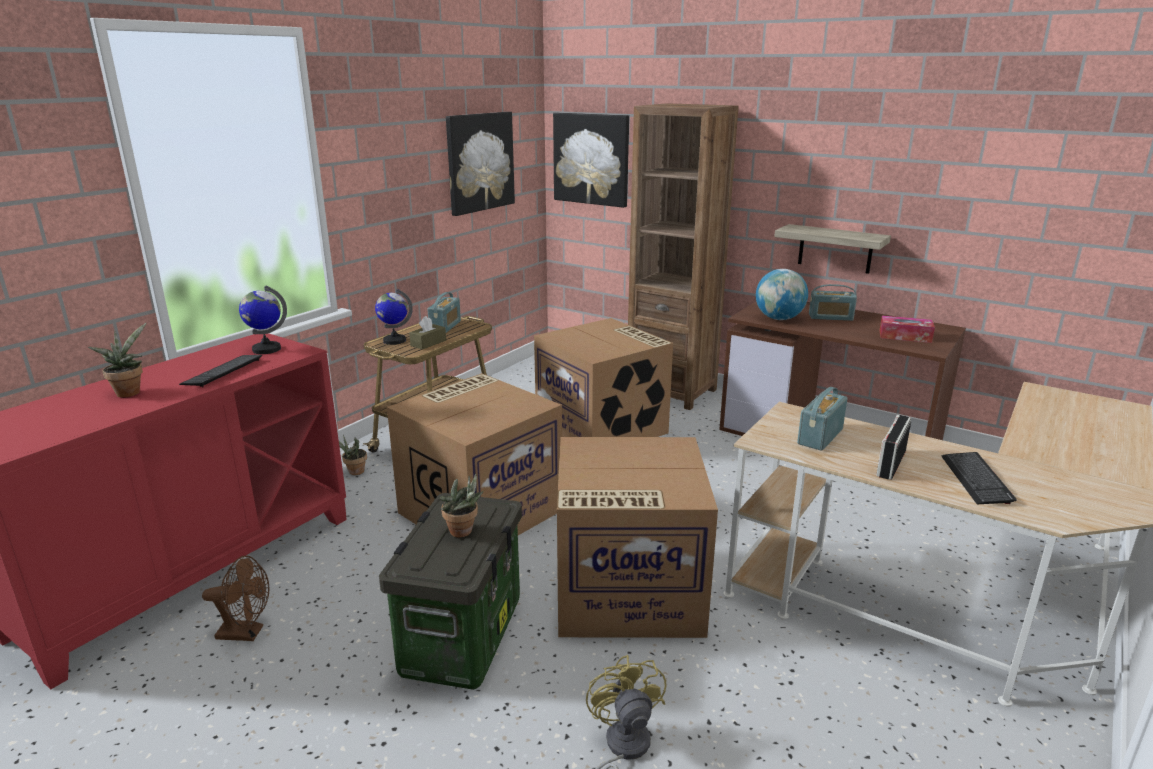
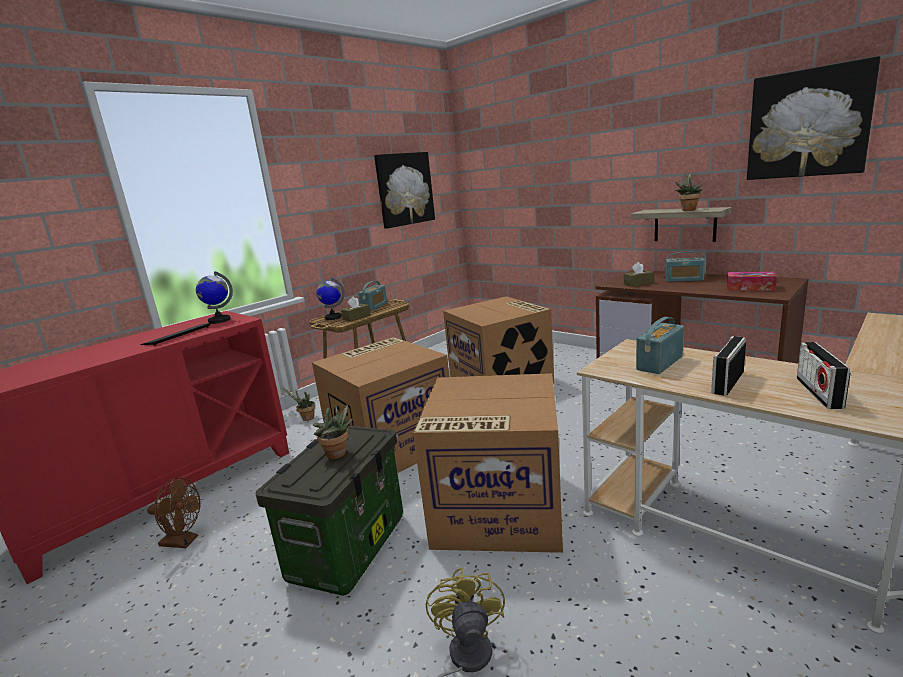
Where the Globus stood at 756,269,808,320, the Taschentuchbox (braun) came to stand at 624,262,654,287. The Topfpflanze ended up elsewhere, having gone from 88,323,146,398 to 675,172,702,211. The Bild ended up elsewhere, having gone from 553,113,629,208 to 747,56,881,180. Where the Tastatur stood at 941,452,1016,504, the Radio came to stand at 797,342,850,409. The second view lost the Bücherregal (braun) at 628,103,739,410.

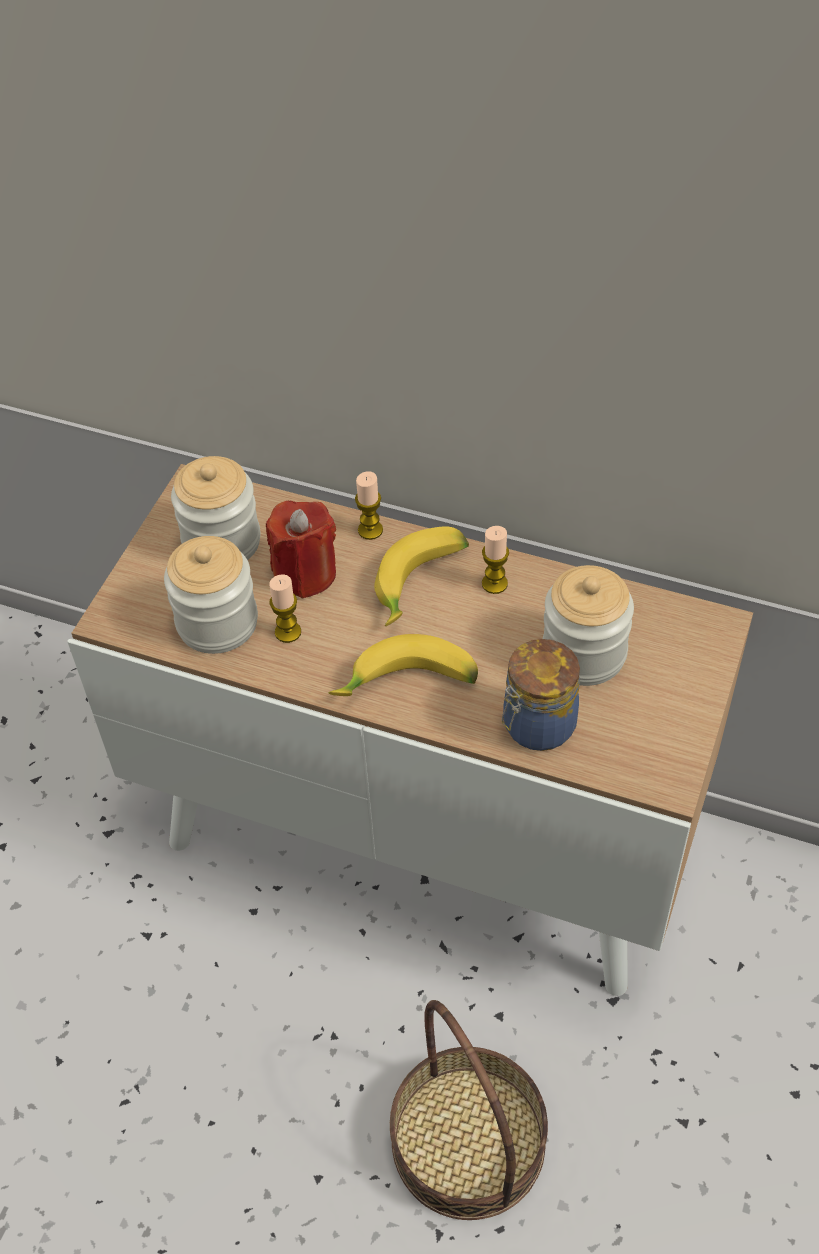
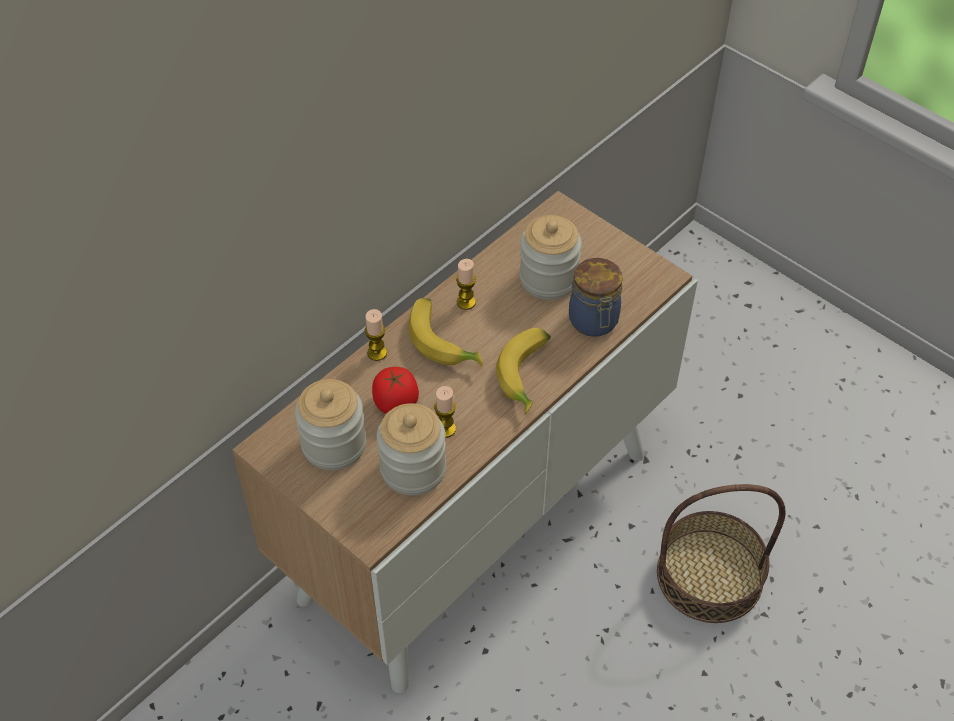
Where the Kerze (rot) stood at 266,501,336,599, the Tomate came to stand at 372,367,419,414.

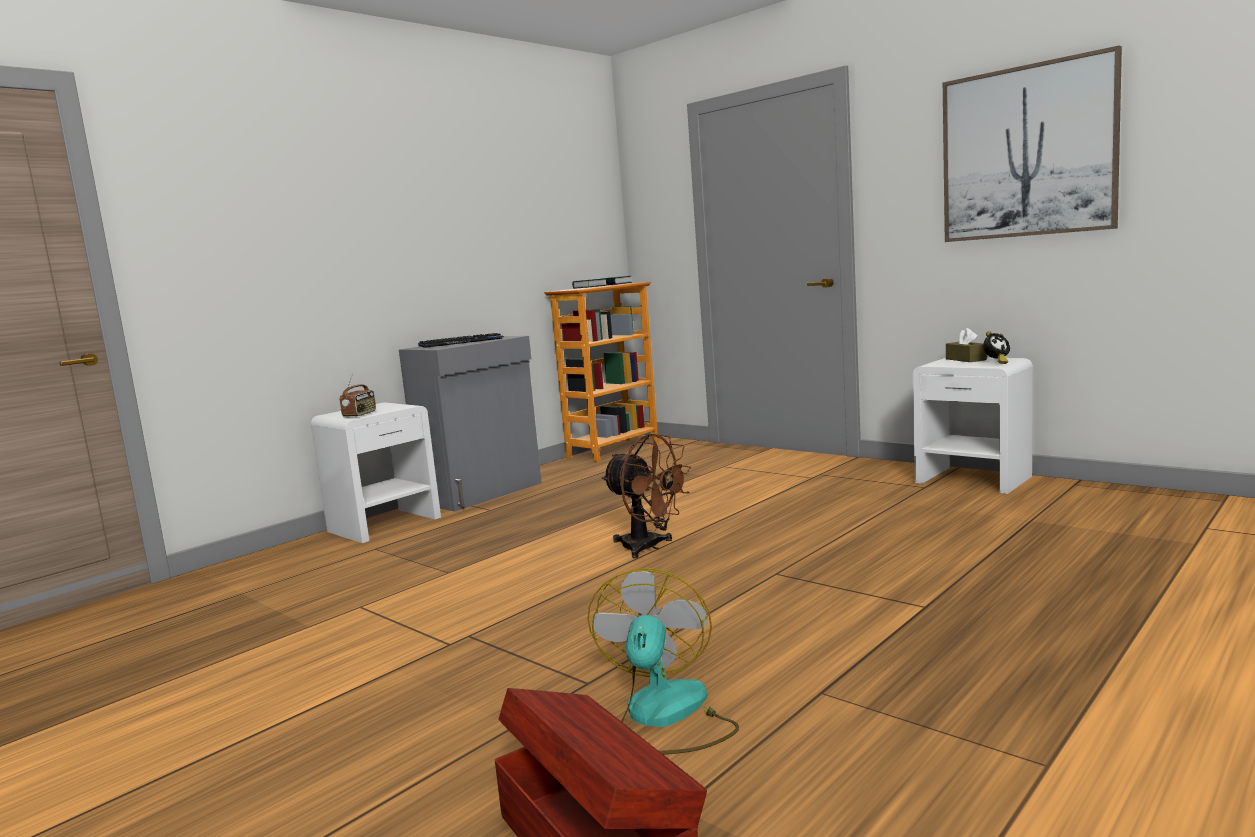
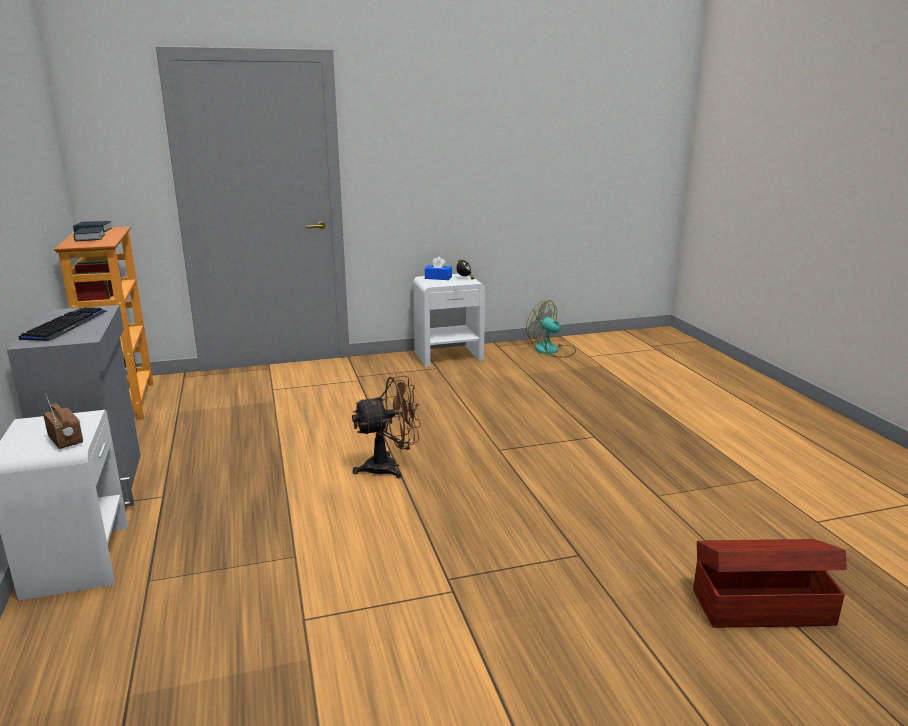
What was the Taschentuchbox (braun) at 946,328,987,362 turned into the Taschentuchbox (blau) at 425,257,452,280. The Ventilator ended up elsewhere, having gone from 587,568,739,754 to 526,300,576,358. The second view lost the Bild at 943,45,1122,242.

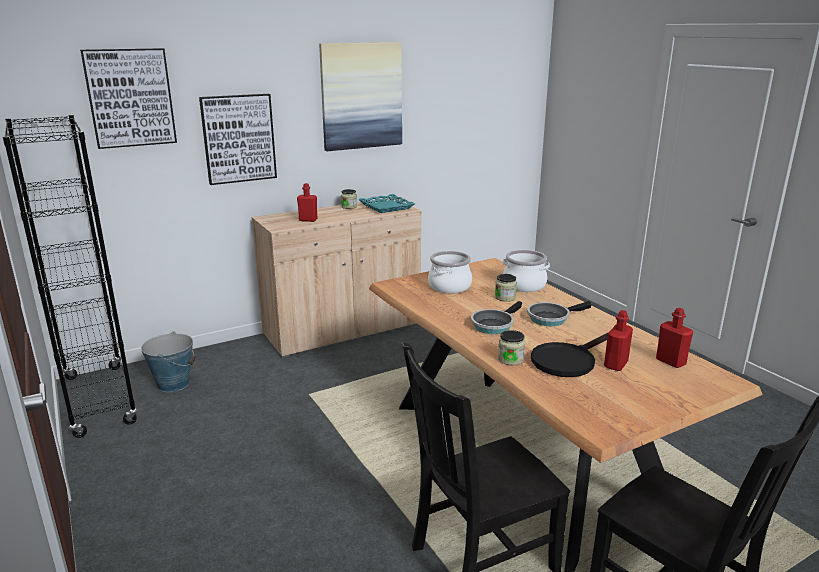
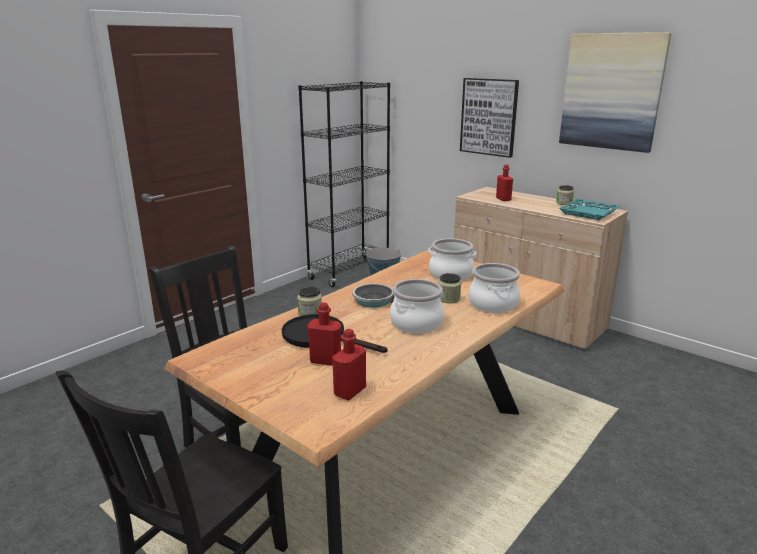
Where the Pfanne stood at 527,301,592,326, the Kochtopf came to stand at 390,279,444,334. The second view lost the Bild at 80,48,177,149.

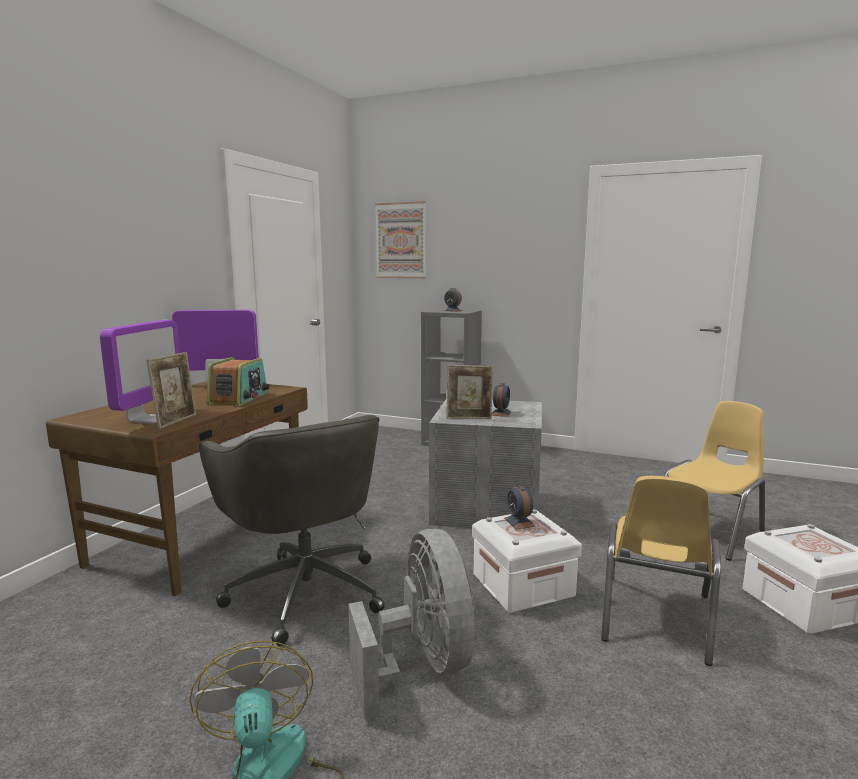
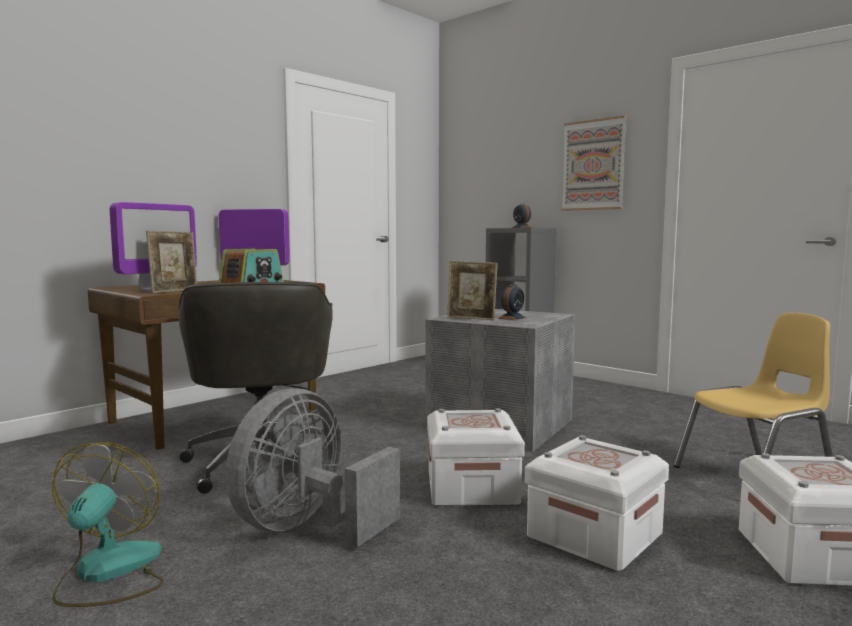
The Ventilator (grau) at 348,529,475,719 ended up facing another way, 150 degrees counterclockwise from before. Where the Stuhl (gelb) stood at 601,476,721,666, the Aufbewahrungsbox (weiß) came to stand at 525,435,669,571. The Bild ended up elsewhere, having gone from 375,201,426,278 to 562,115,626,211. The second view lost the Wecker at 504,485,536,530.

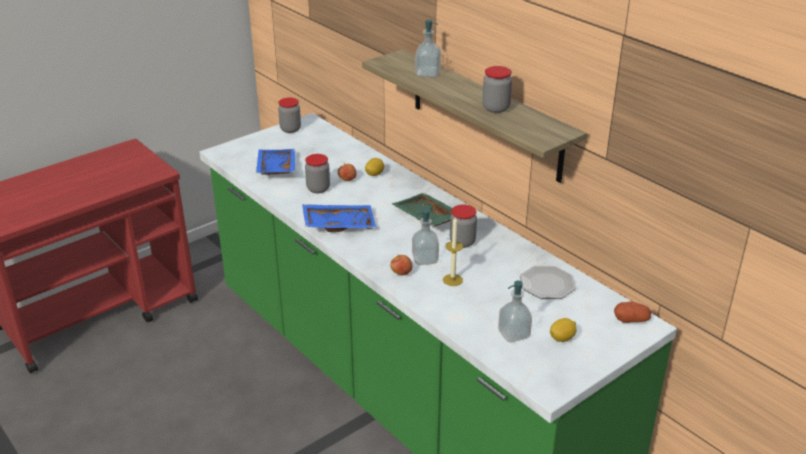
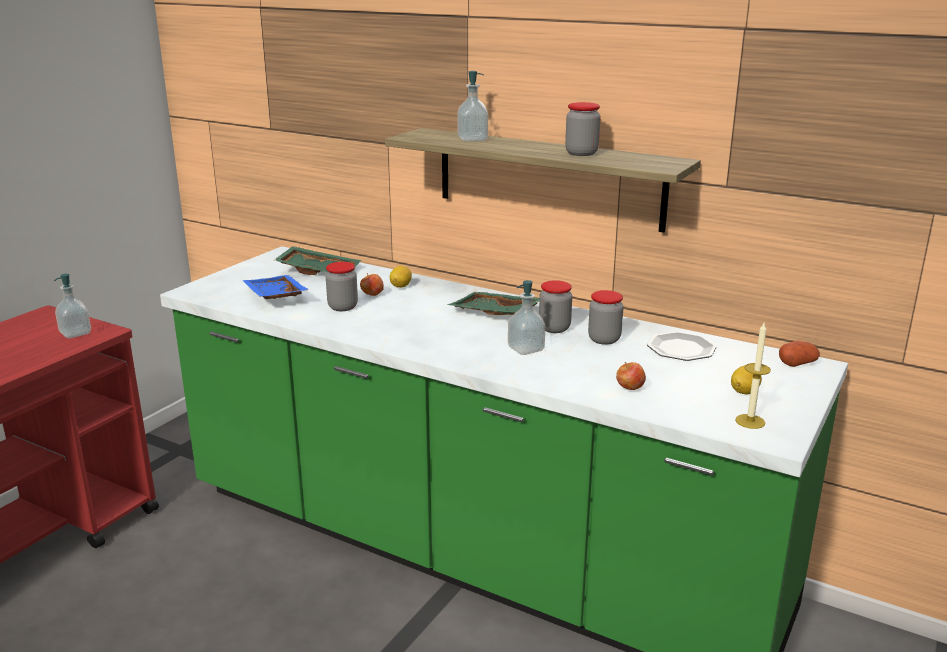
The Seifenspender ended up elsewhere, having gone from 498,281,532,343 to 54,274,91,338. The second view gained the Tablett (grün) at 274,246,361,275. The Vorratsglas ended up elsewhere, having gone from 278,98,301,133 to 588,290,623,345. The Apfel ended up elsewhere, having gone from 390,254,412,275 to 616,362,646,390. The Kerze ended up elsewhere, having gone from 443,217,463,286 to 735,323,771,429. The second view lost the Tablett (blau) at 302,204,376,232.

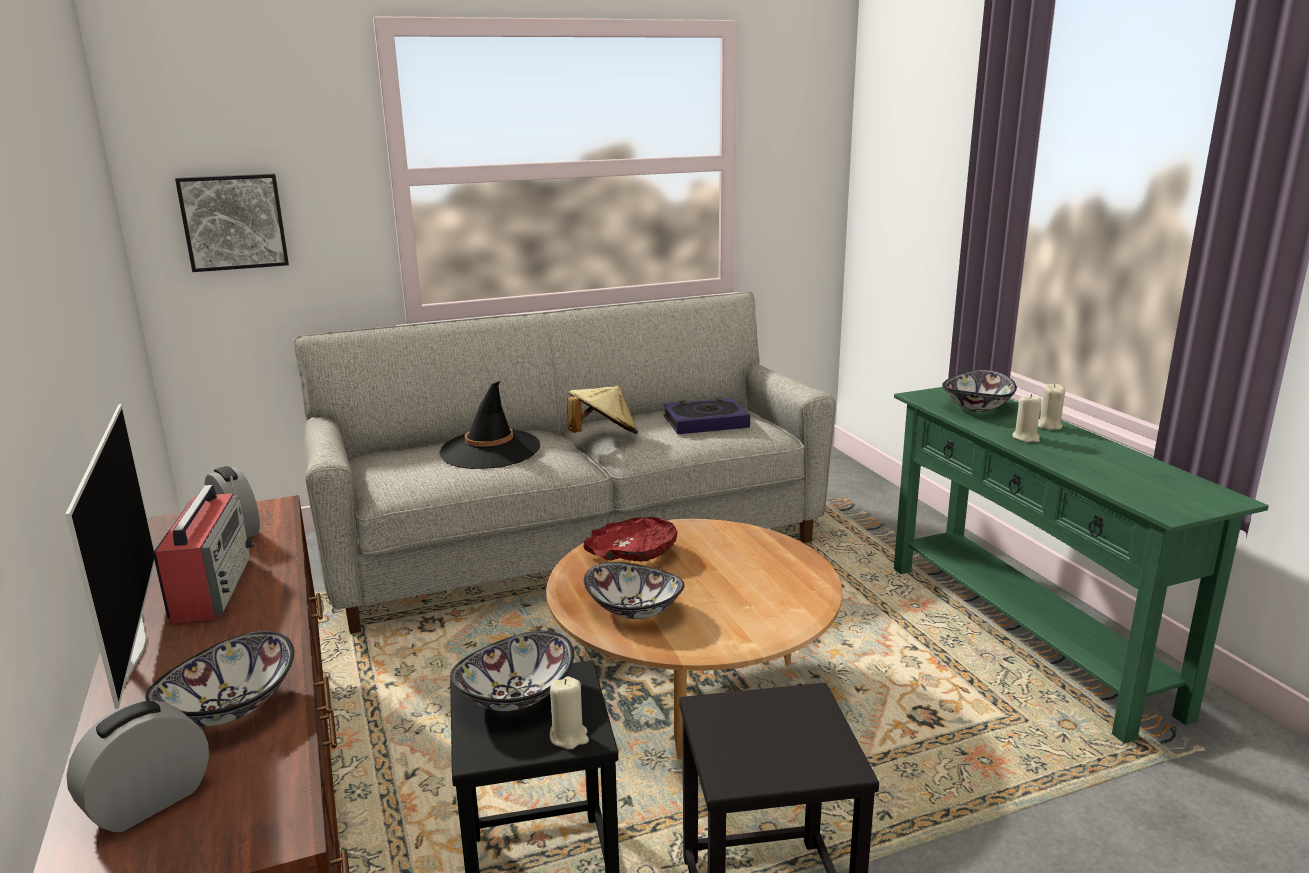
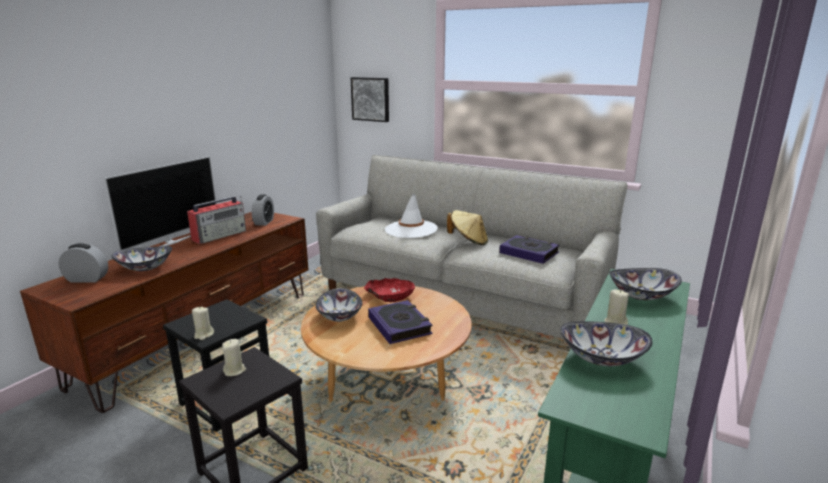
The Kerze (beige) ended up elsewhere, having gone from 1038,384,1065,430 to 222,339,246,376. The second view gained the Buch at 368,300,433,344. What was the Hut (schwarz) at 439,381,540,469 turned into the Hut (weiß) at 385,194,438,238. The Schüssel ended up elsewhere, having gone from 450,631,574,711 to 560,321,653,366.

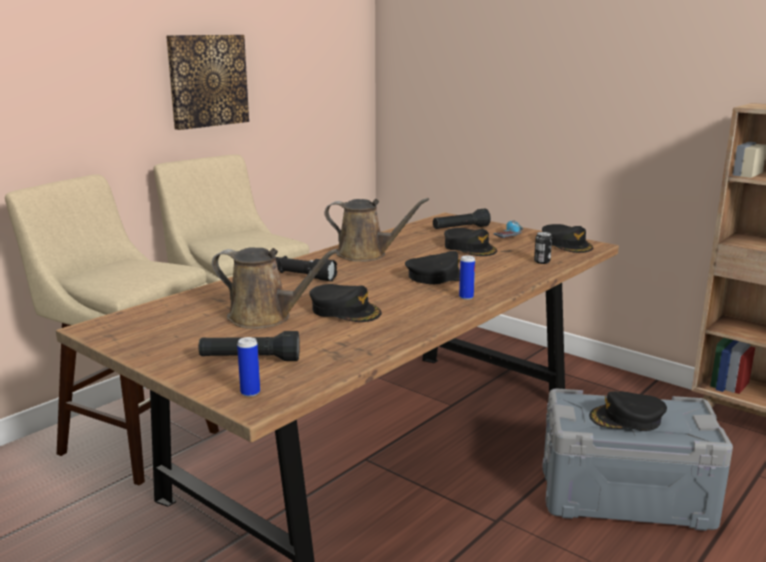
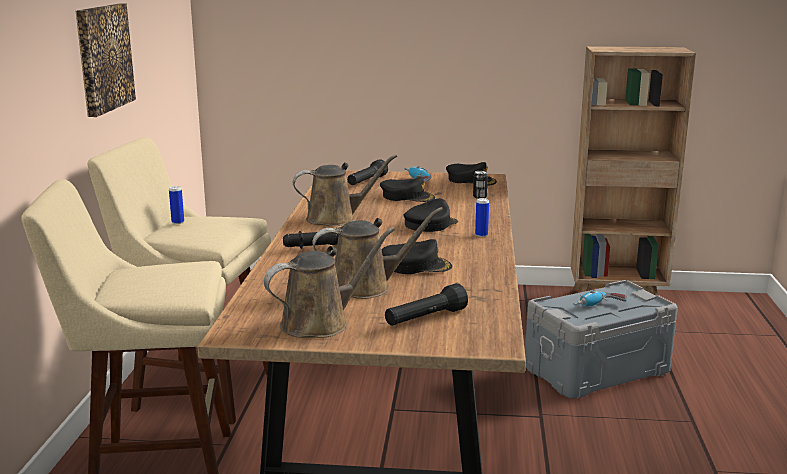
The Dose ended up elsewhere, having gone from 237,337,260,397 to 169,186,184,224. The second view gained the Gießkanne (braun) at 264,227,395,338. Where the Kappe (schwarz) stood at 589,391,667,431, the Bohrmaschine came to stand at 573,290,627,306.

